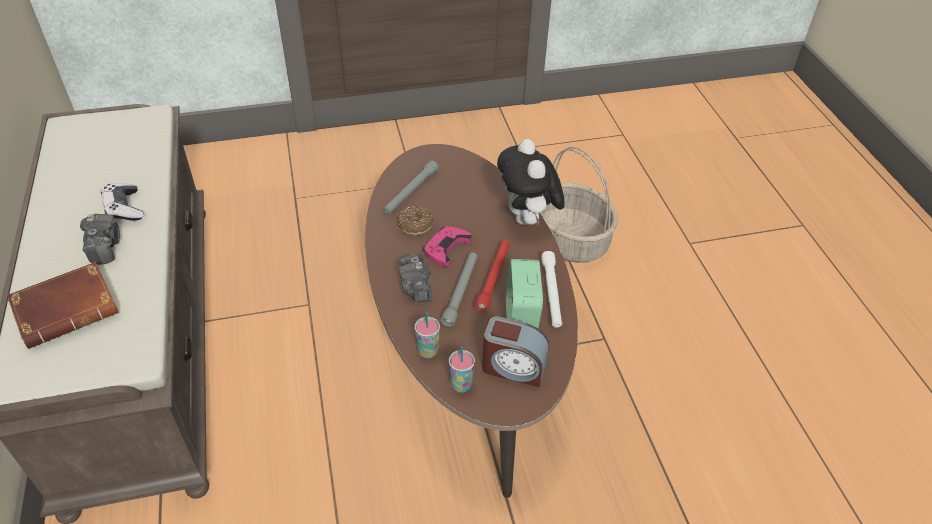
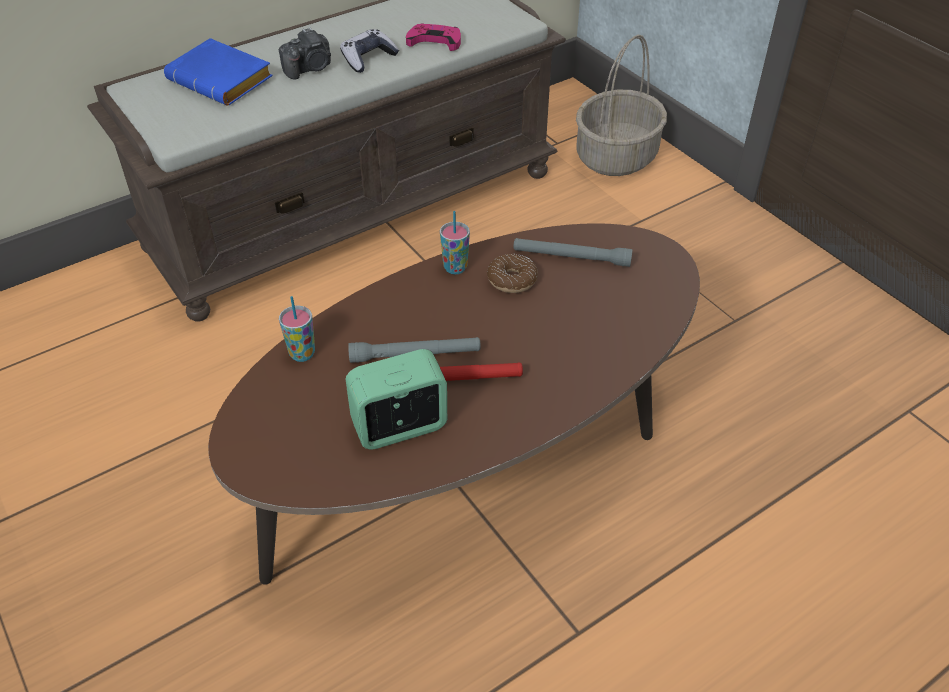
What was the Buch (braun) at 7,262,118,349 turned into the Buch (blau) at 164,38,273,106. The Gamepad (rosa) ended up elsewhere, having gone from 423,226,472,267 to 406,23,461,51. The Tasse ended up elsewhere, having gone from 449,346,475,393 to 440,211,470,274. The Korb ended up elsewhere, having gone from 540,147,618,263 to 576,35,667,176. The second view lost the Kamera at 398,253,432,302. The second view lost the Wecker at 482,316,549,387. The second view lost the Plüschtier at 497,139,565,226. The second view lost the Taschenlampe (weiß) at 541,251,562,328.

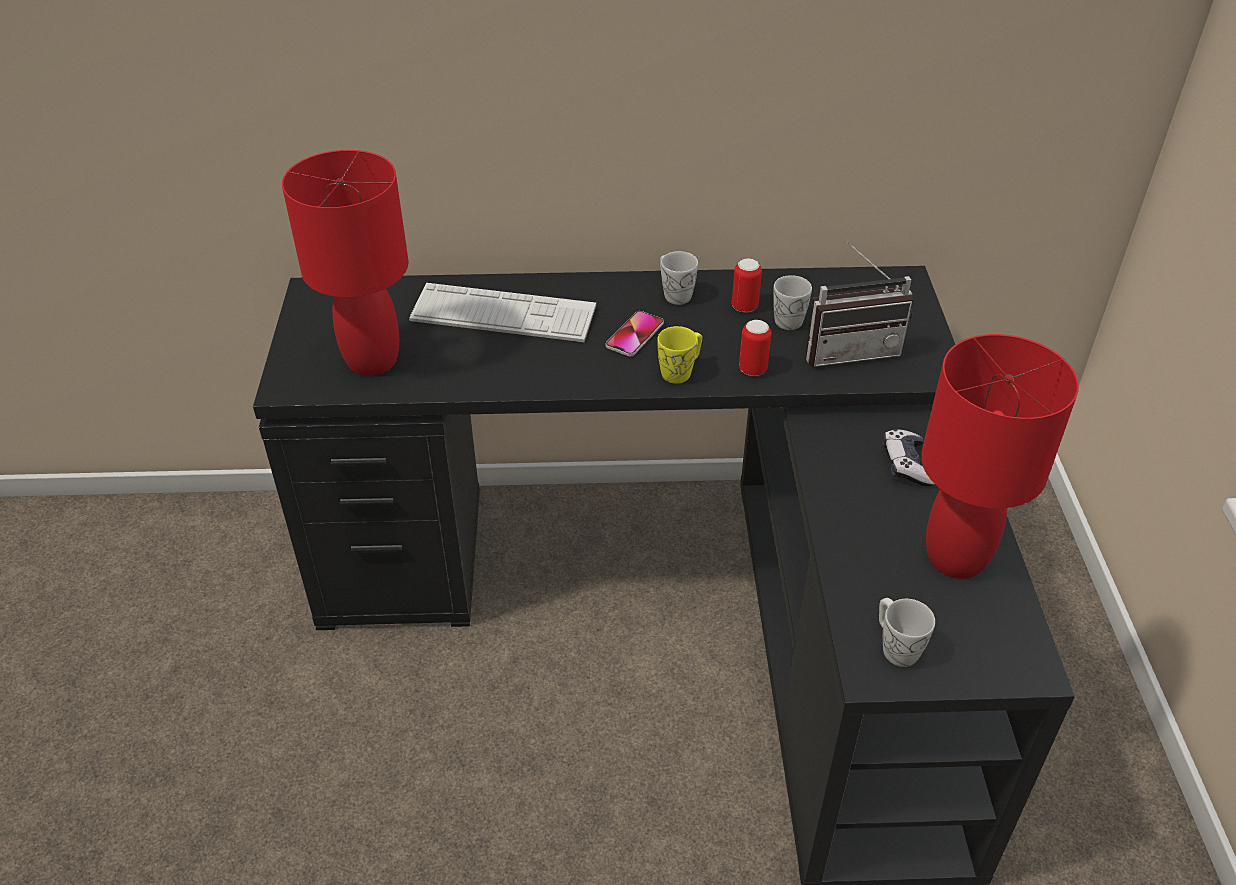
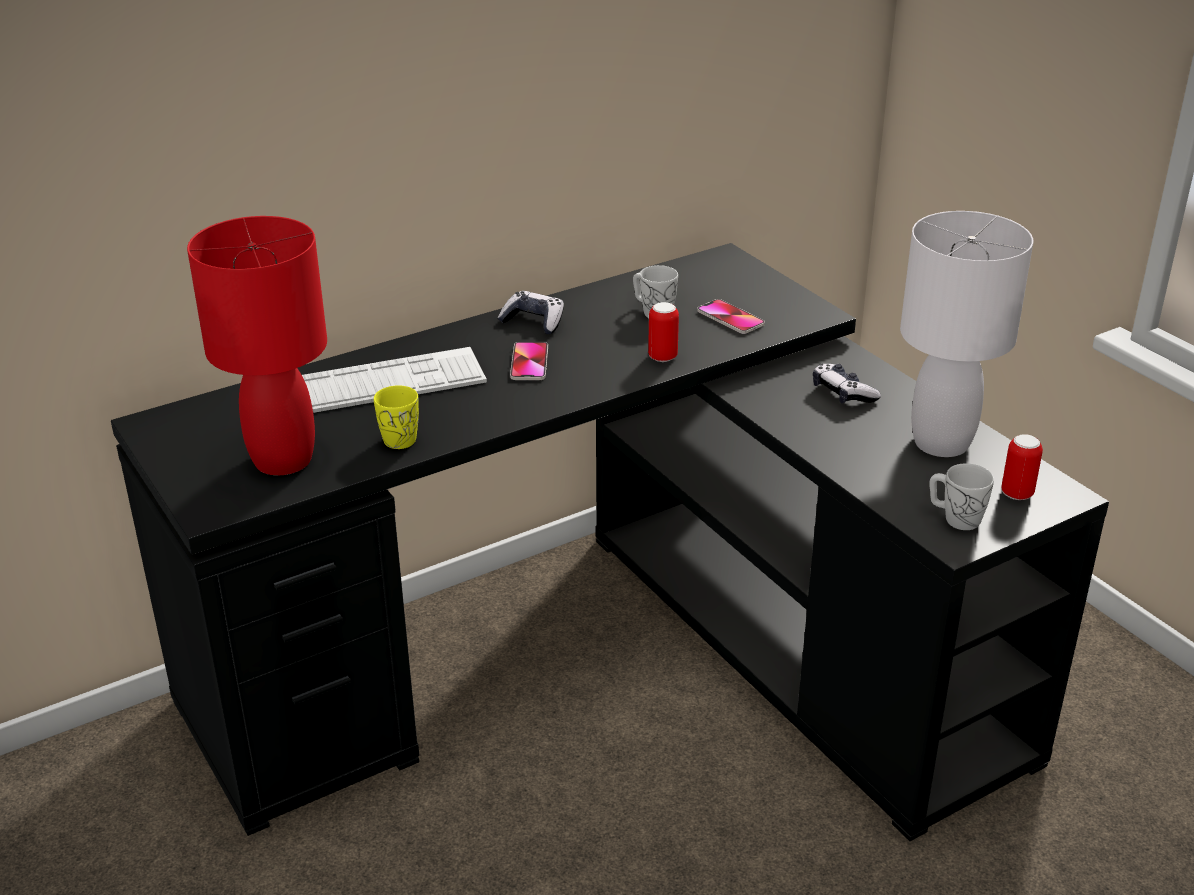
The Henkelbecher (gelb) ended up elsewhere, having gone from 657,326,702,384 to 374,385,419,449. Where the Henkelbecher (weiß) stood at 660,251,698,305, the Gamepad came to stand at 498,291,564,334. Where the Radio stood at 806,241,913,367, the Handy came to stand at 697,299,765,334. What was the Tischlampe (rot) at 921,334,1079,579 turned into the Tischlampe (weiß) at 900,211,1033,457. The Dose ended up elsewhere, having gone from 732,259,762,313 to 1001,434,1043,500.

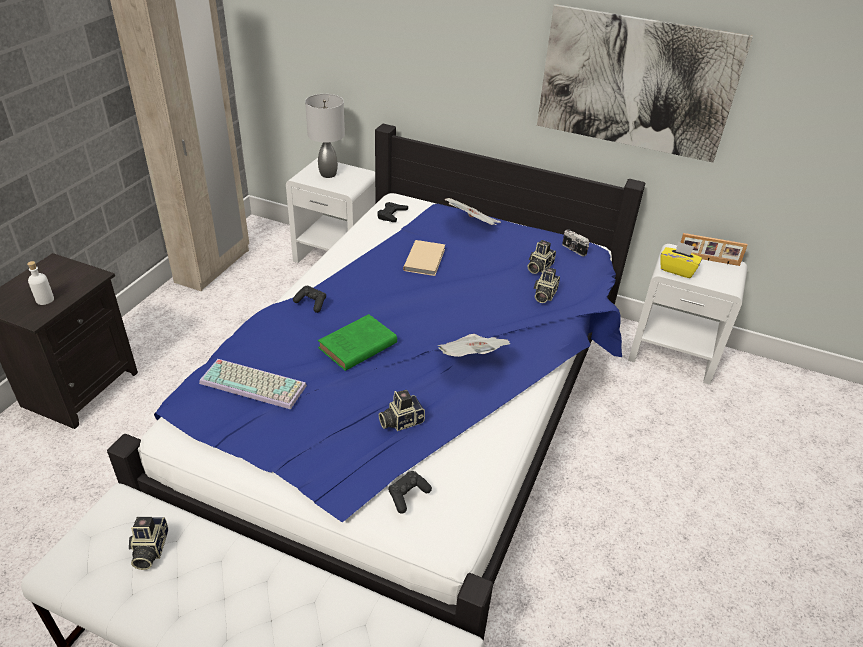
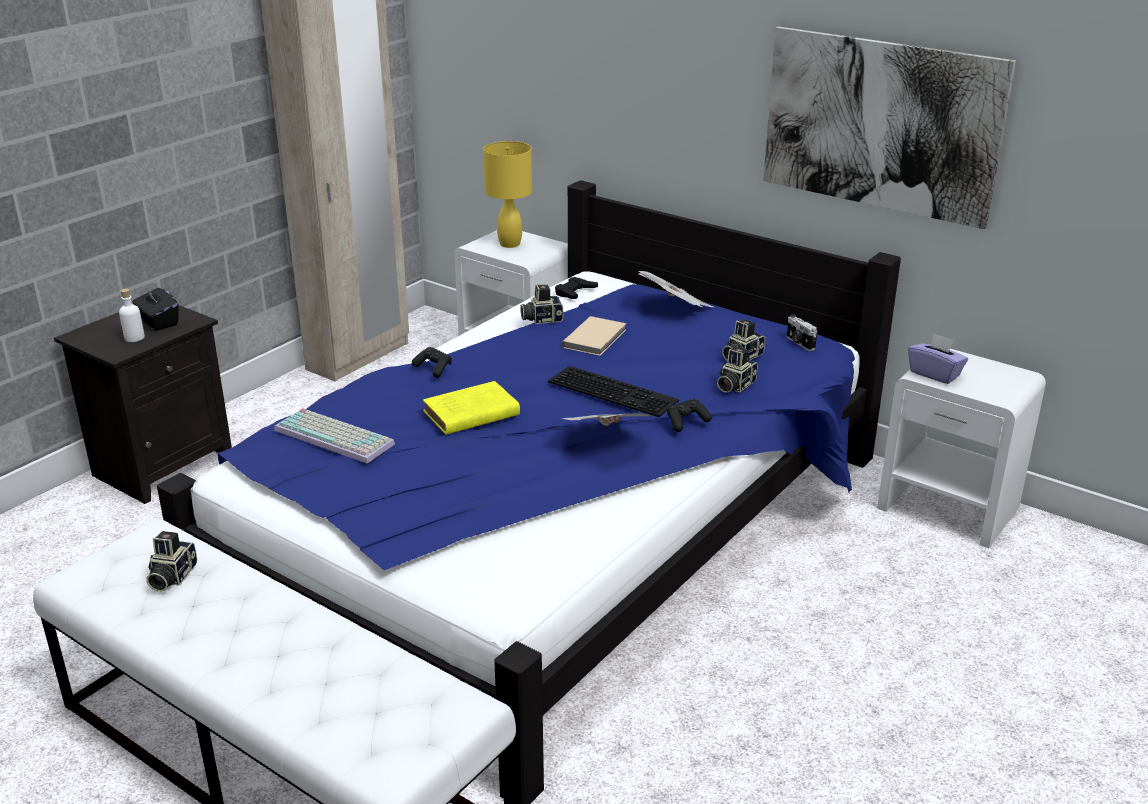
The second view gained the Taschentuchbox (schwarz) at 132,287,179,331. What was the Buch (grün) at 318,314,397,371 turned into the Buch (gelb) at 423,381,520,435. What was the Tischlampe (grau) at 305,94,345,178 turned into the Tischlampe (gelb) at 483,141,532,248. The Kamera ended up elsewhere, having gone from 379,390,425,431 to 520,284,564,324. The second view gained the Tastatur at 548,366,679,417. The Gamepad (schwarz) ended up elsewhere, having gone from 388,471,432,514 to 667,399,712,432. What was the Taschentuchbox (gelb) at 661,241,702,278 turned into the Taschentuchbox (lila) at 908,333,968,384. The second view lost the Bilderrahmen at 680,233,748,266.

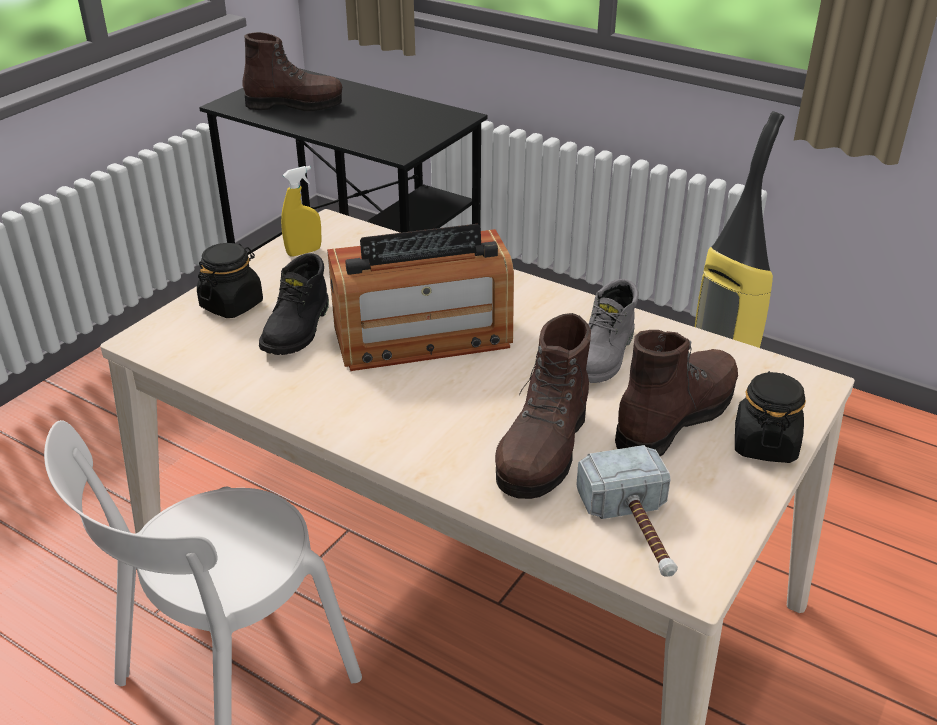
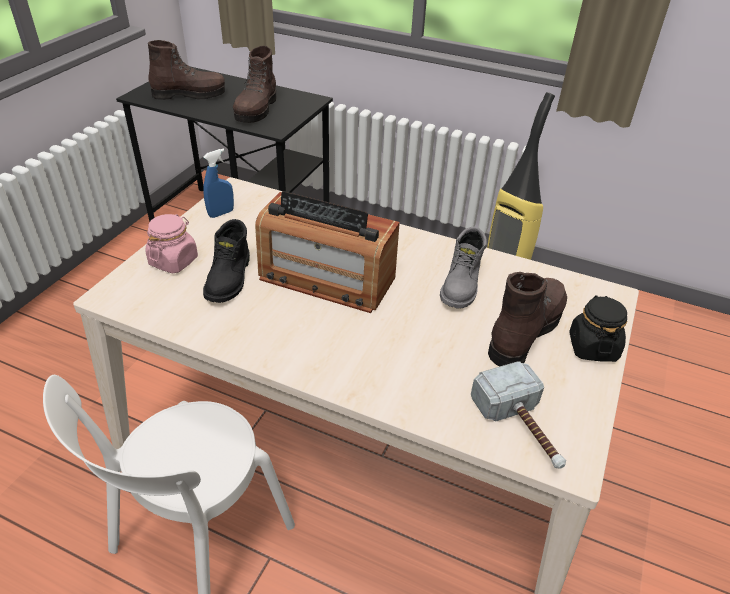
What was the Vorratsglas (schwarz) at 197,243,263,318 turned into the Vorratsglas (rosa) at 146,214,198,273. What was the Sprühflasche (gelb) at 281,166,321,256 turned into the Sprühflasche (blau) at 203,149,234,218. The Stiefel (braun) ended up elsewhere, having gone from 495,313,591,499 to 233,46,276,123. The Radio at 327,224,514,371 ended up facing another way, 45 degrees clockwise from before.

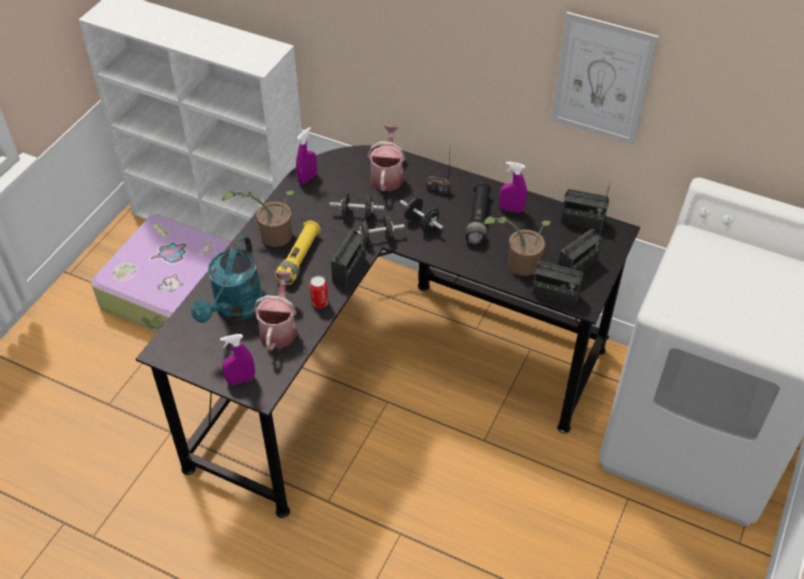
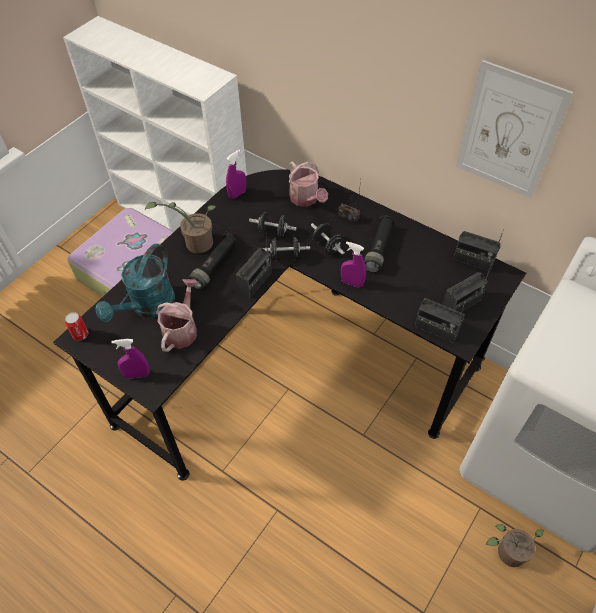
The Dose ended up elsewhere, having gone from 309,276,329,308 to 65,312,88,341. What was the Taschenlampe (gelb) at 275,221,321,285 turned into the Taschenlampe (schwarz) at 188,234,237,290. The Gießkanne at 367,126,405,191 ended up facing another way, 135 degrees clockwise from before. The Sprühflasche (lila) ended up elsewhere, having gone from 499,162,527,213 to 341,242,366,288. The Topfpflanze ended up elsewhere, having gone from 483,216,551,276 to 486,524,544,567.

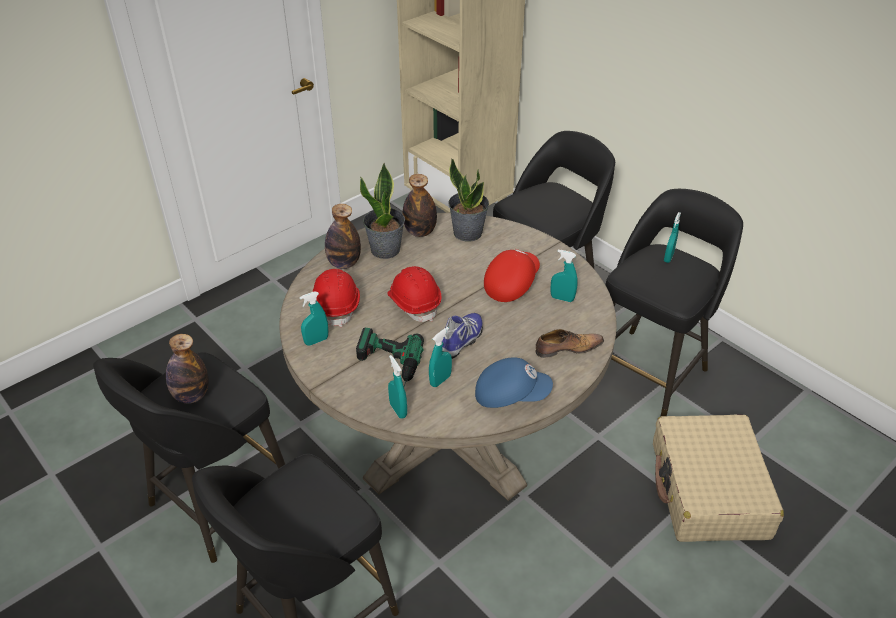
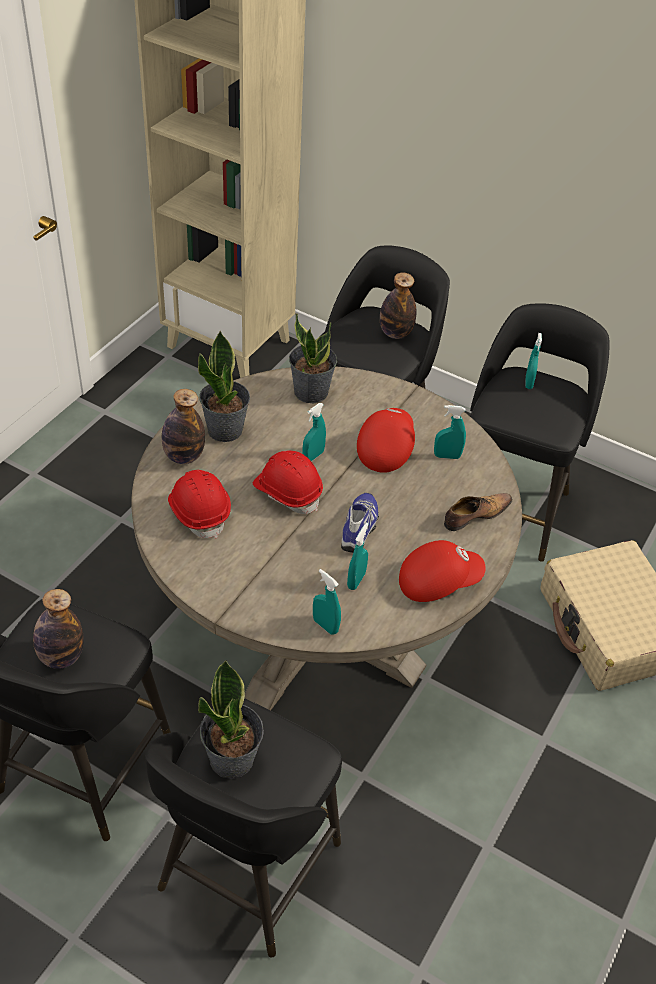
The second view gained the Topfpflanze at 198,660,264,779. The Sprühflasche (türkis) ended up elsewhere, having gone from 299,292,328,346 to 303,403,326,461. The Flasche ended up elsewhere, having gone from 402,174,437,237 to 380,273,417,339. What was the Kappe (blau) at 475,357,553,408 turned into the Kappe (rot) at 399,540,486,602. The second view lost the Bohrmaschine at 356,328,424,387.

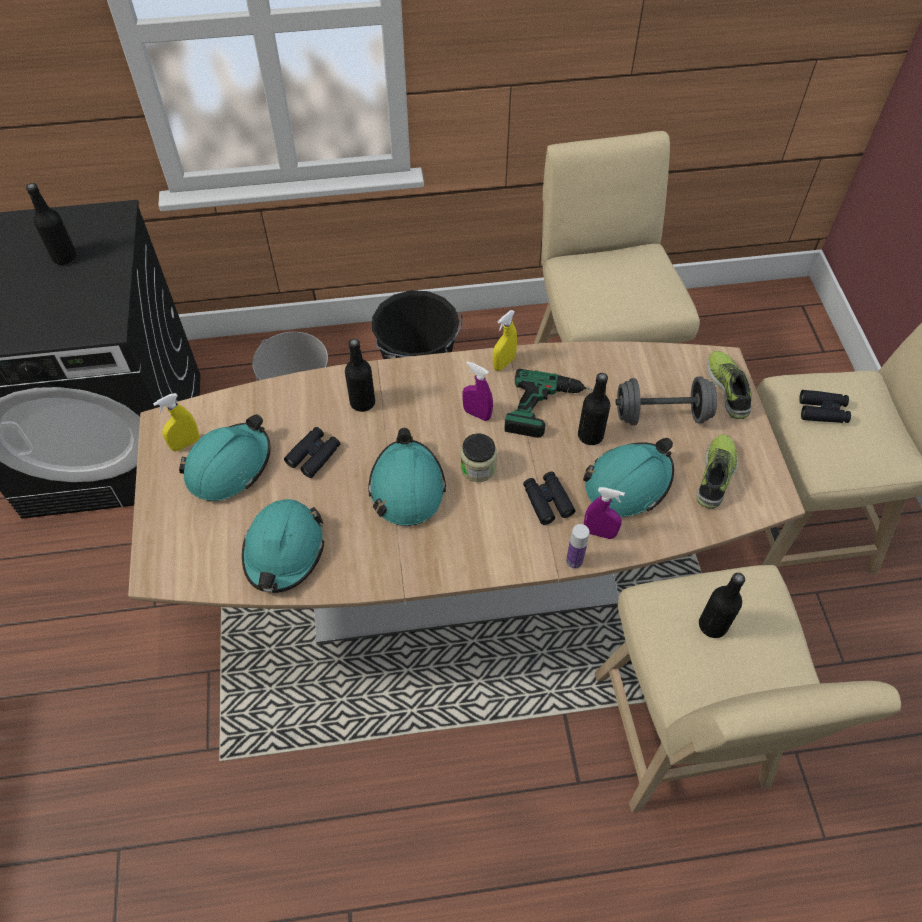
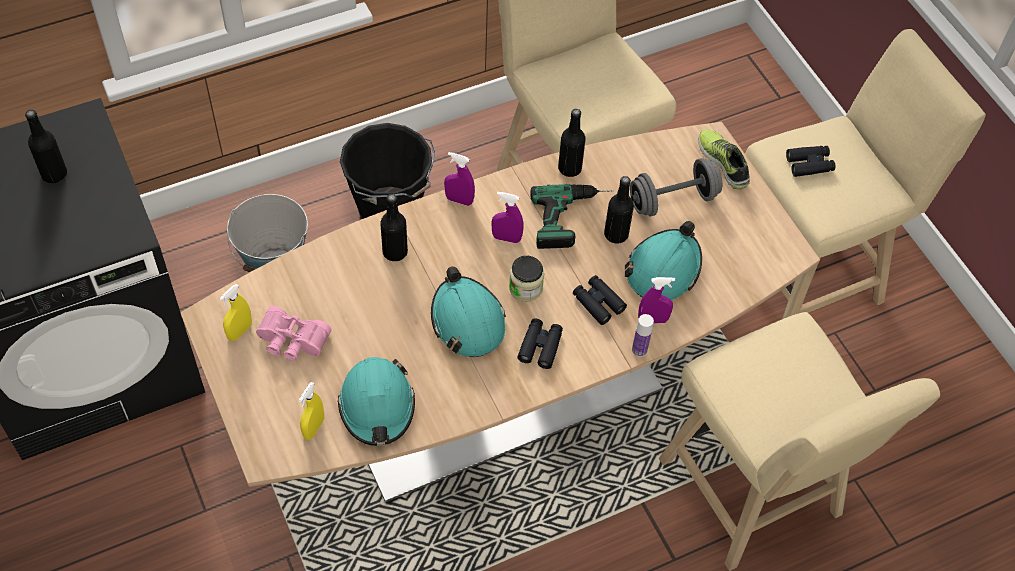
Where the Schutzhelm (türkis) stood at 179,414,271,501, the Fernglas (rosa) came to stand at 256,306,332,361. The Sprühflasche (gelb) ended up elsewhere, having gone from 493,310,517,371 to 299,382,324,440. The second view gained the Sprühflasche (lila) at 444,152,475,206. The Fernglas (schwarz) ended up elsewhere, having gone from 284,427,340,478 to 517,318,563,369. The Flasche (schwarz) ended up elsewhere, having gone from 699,573,745,638 to 558,109,585,177. The second view lost the Schuh at 697,434,738,508.

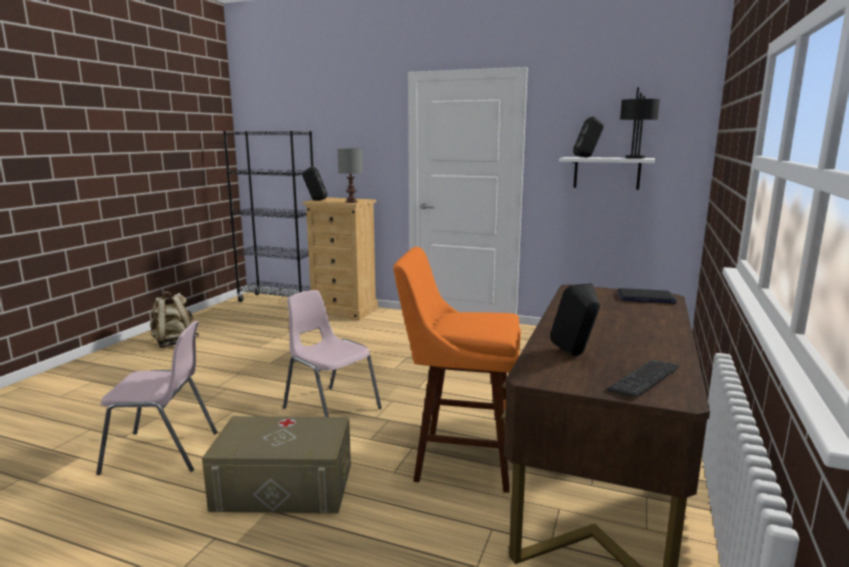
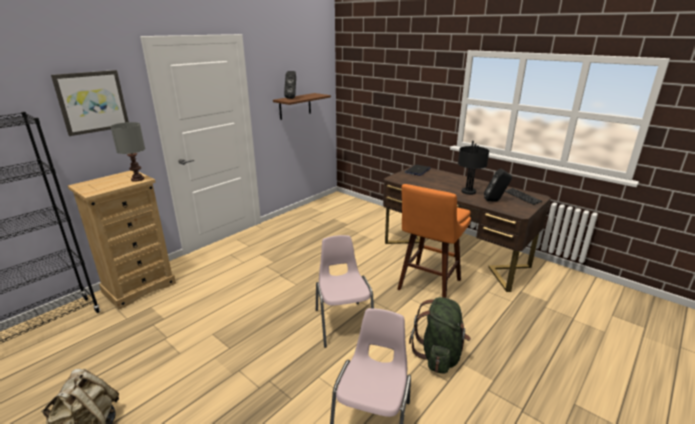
The second view gained the Bild at 51,70,129,136. What was the Wandregal (weiß) at 559,157,655,190 turned into the Wandregal (braun) at 273,93,331,120. The Stuhl (rosa) at 283,290,382,417 ended up facing another way, 105 degrees clockwise from before. Where the Aufbewahrungsbox (beige) stood at 202,416,351,513, the Rucksack (grün) came to stand at 409,297,471,374. The Tischlampe (schwarz) ended up elsewhere, having gone from 620,87,660,159 to 458,141,489,195. The second view lost the Lautsprecher (schwarz) at 302,166,327,201.

